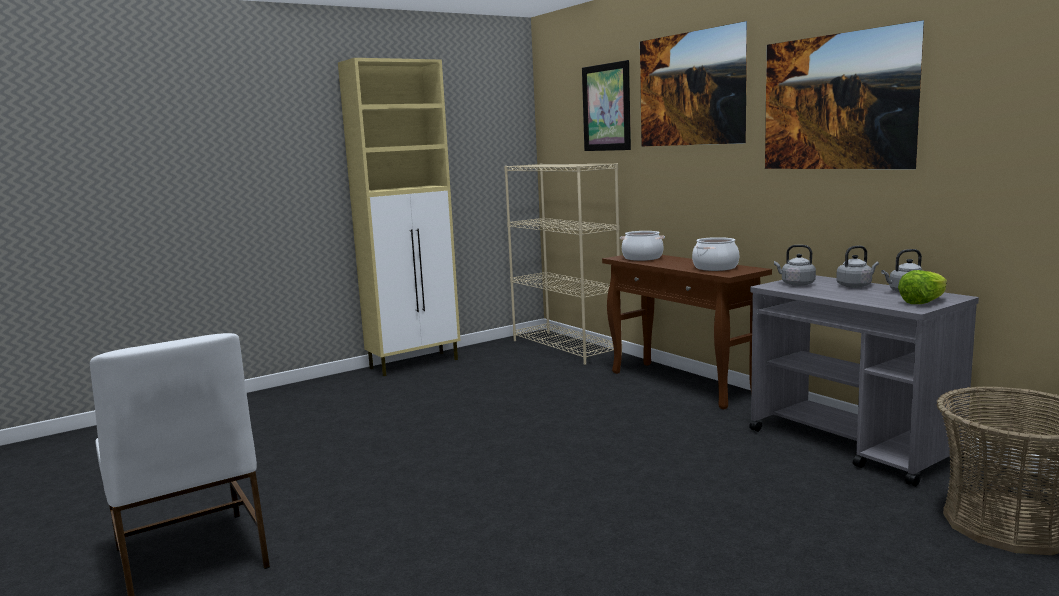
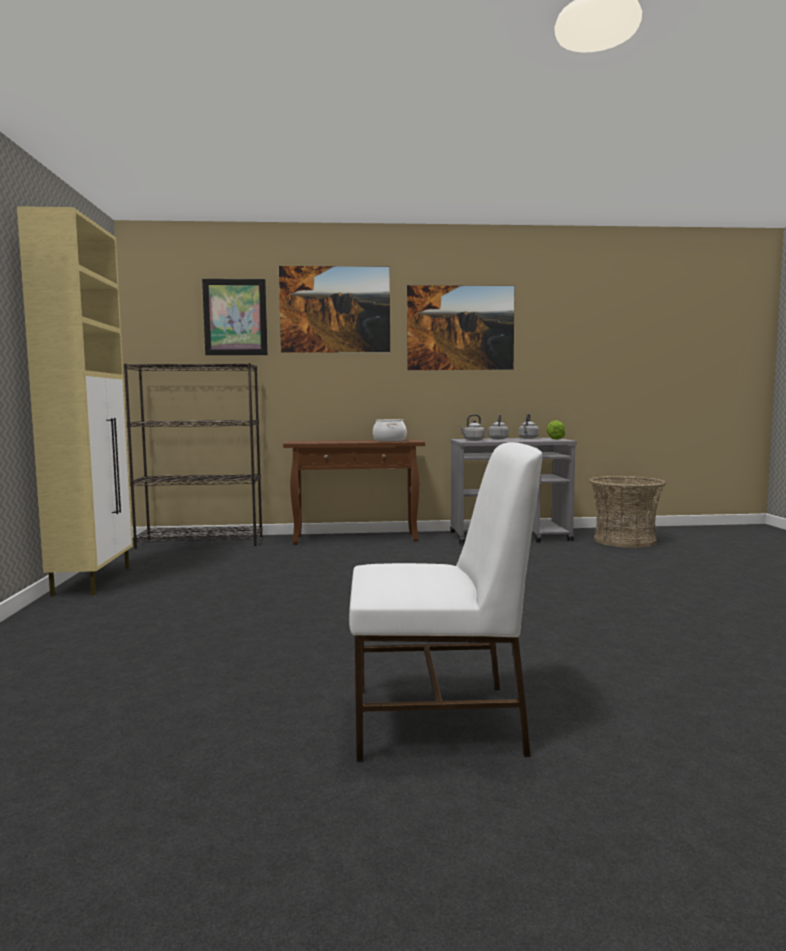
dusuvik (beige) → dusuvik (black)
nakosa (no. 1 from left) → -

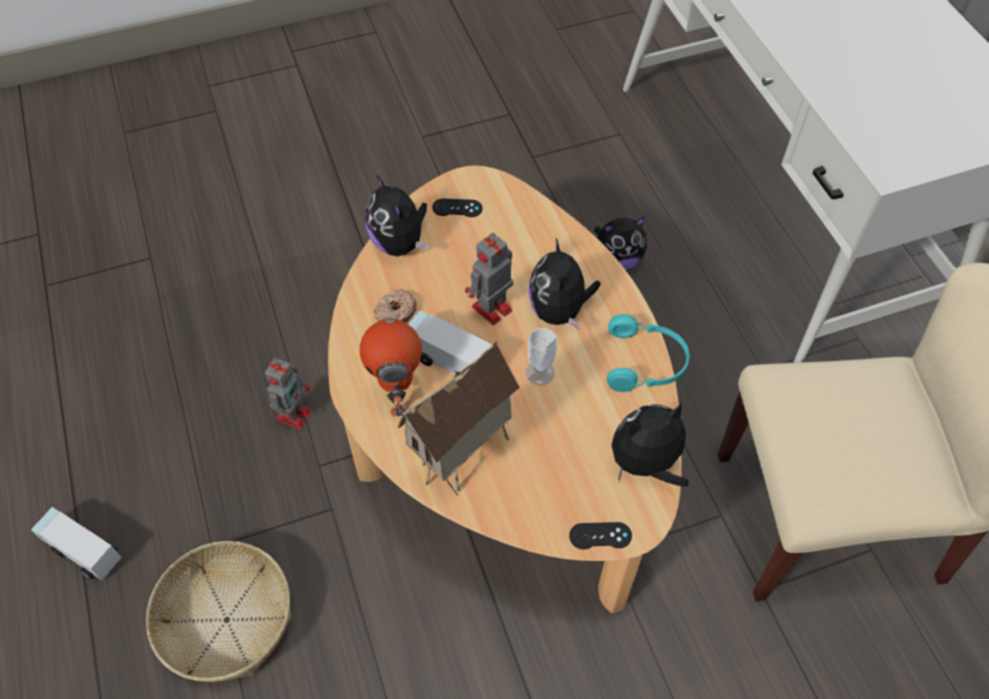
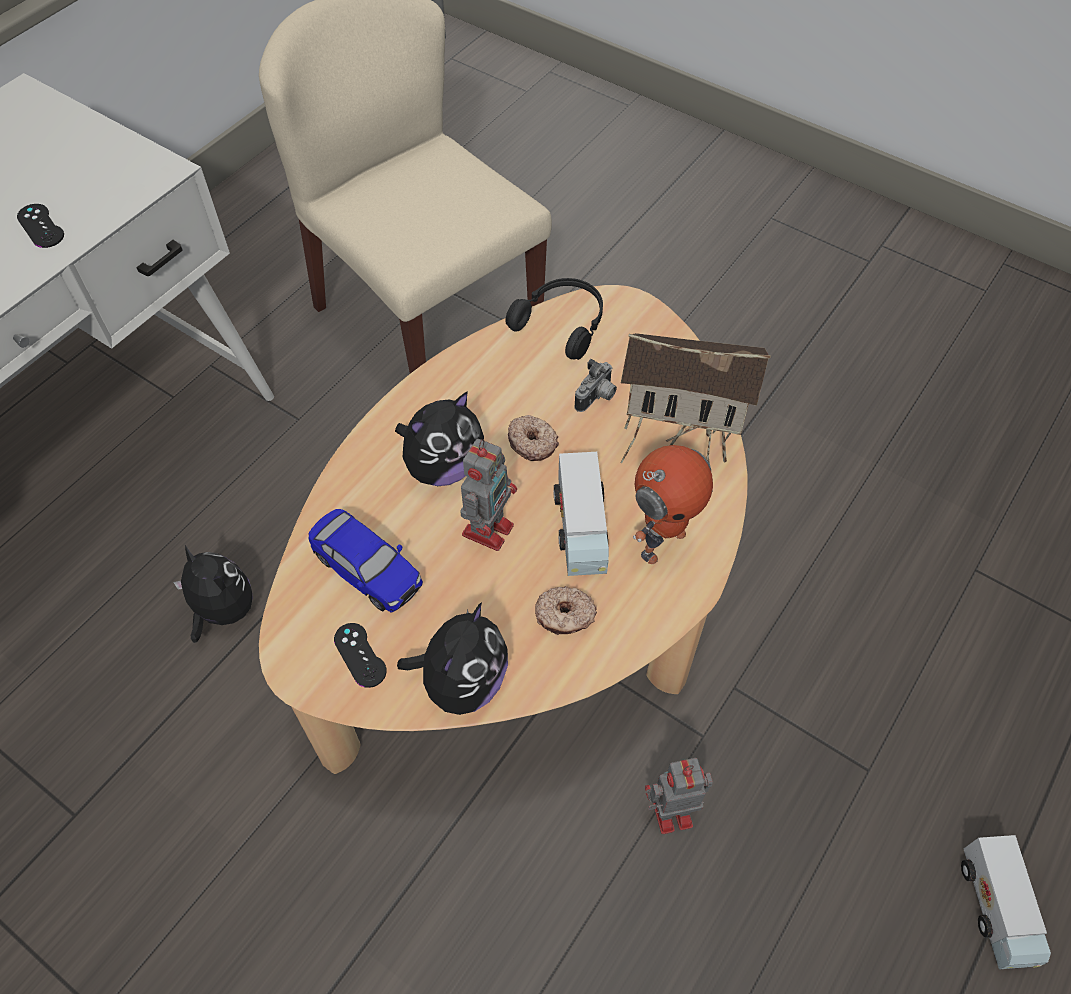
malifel → -
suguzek (no. 3 from left in the first image) → suguzek (no. 1 from left), 75 degrees counterclockwise
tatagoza → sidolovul (no. 1 from left)
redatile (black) (no. 2 from left in the first image) → redatile (black) (no. 1 from left), shifted
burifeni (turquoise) → -
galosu (no. 4 from left) → burifeni (black)
- → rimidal
- → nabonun

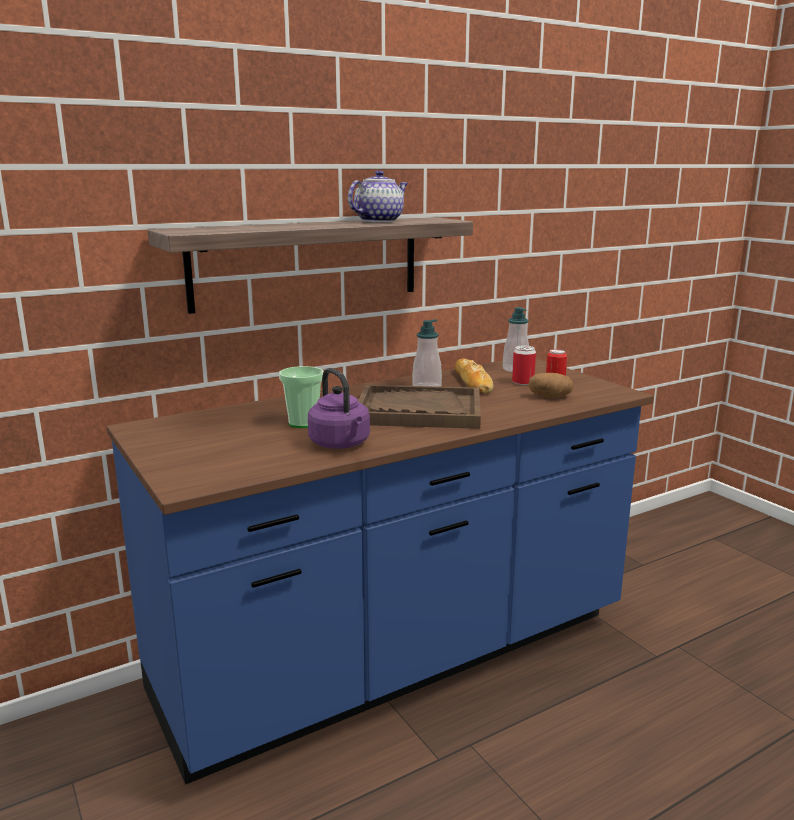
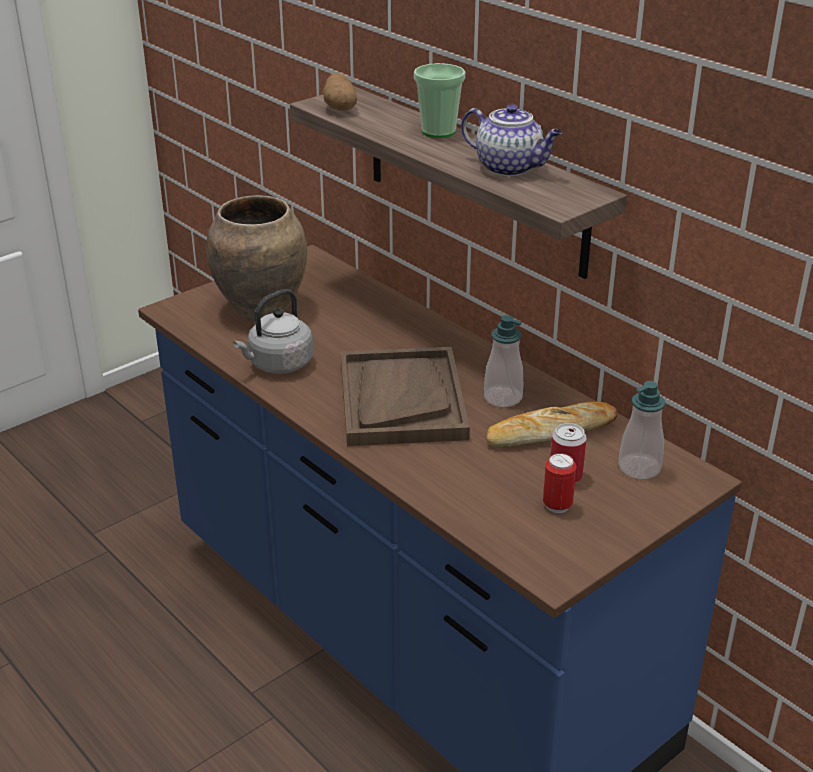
tatagoza, shifted
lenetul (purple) → lenetul (grey)
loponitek, shifted
- → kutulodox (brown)

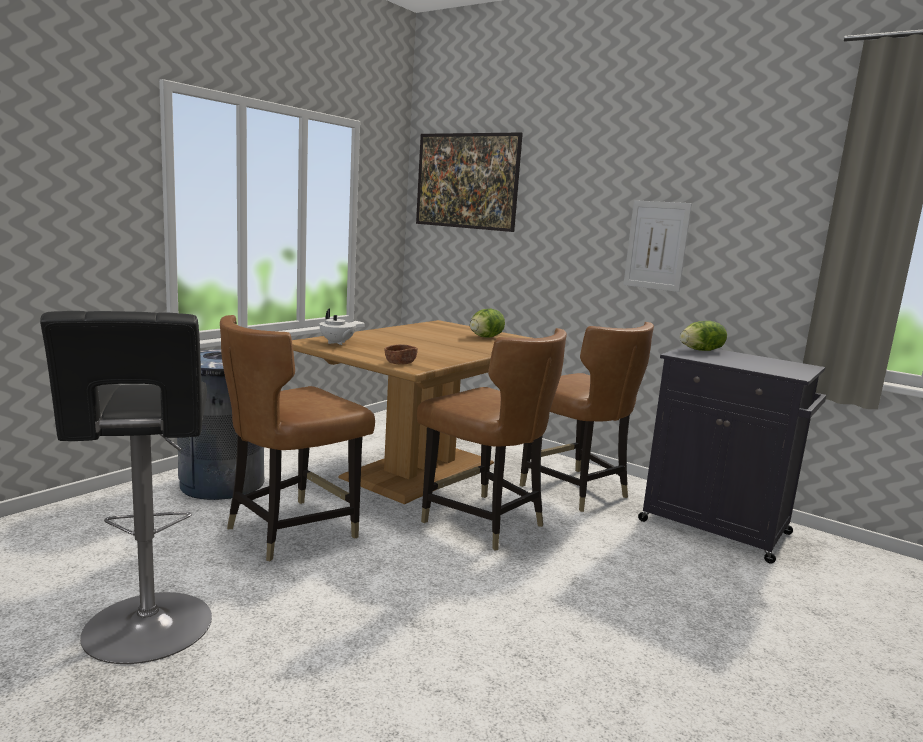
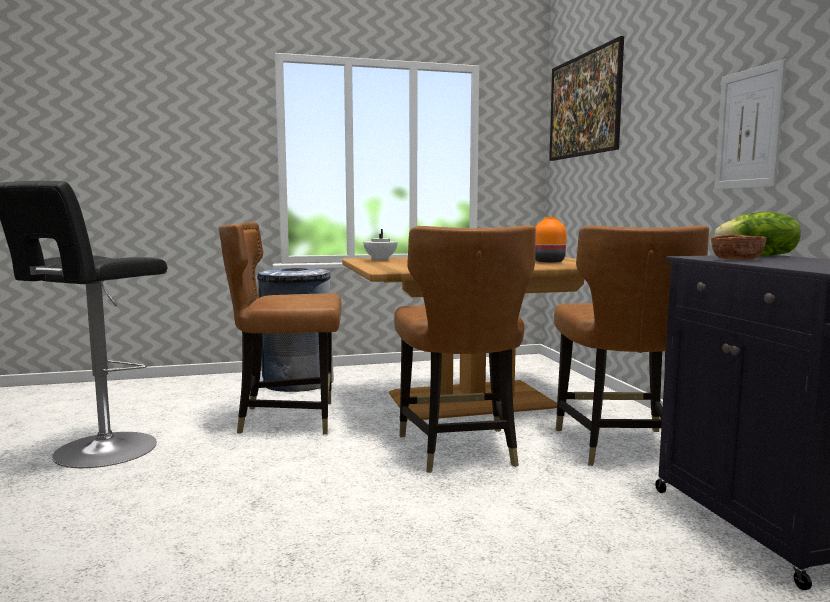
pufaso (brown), shifted
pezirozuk (no. 1 from left) → kutulodox (orange)

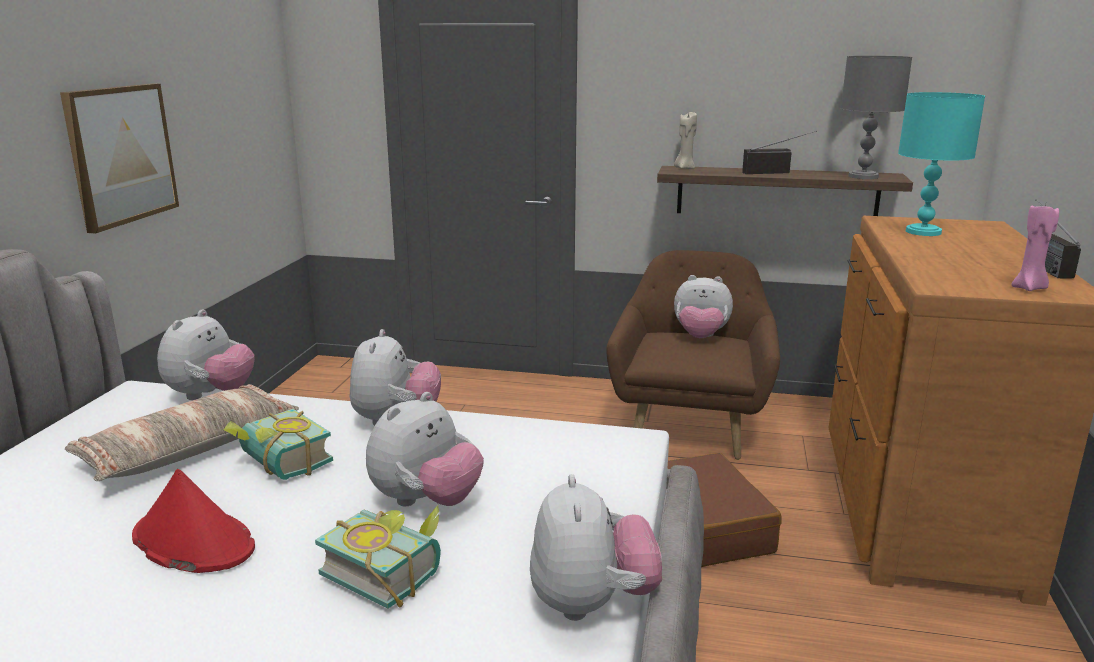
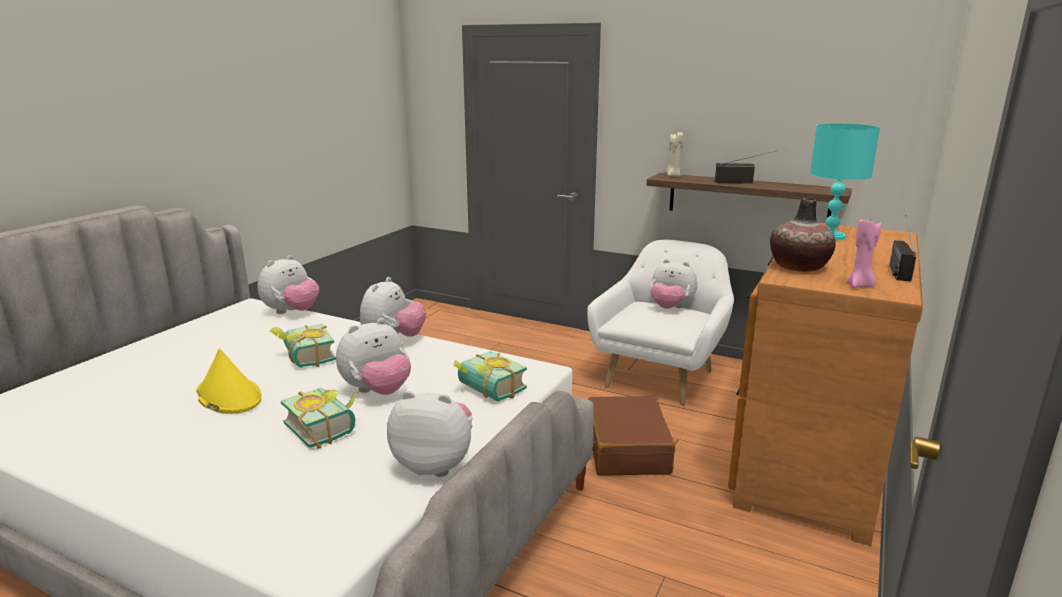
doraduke → -
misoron → -
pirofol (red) → pirofol (yellow)
galosu (no. 4 from left), 90 degrees counterclockwise
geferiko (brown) → geferiko (white)
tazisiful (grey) → -
- → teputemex (no. 3 from left)
- → kutulodox

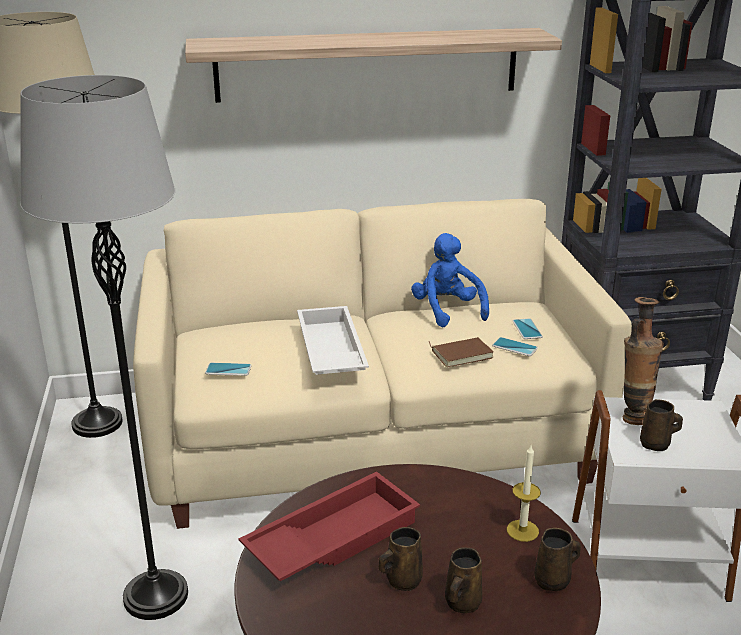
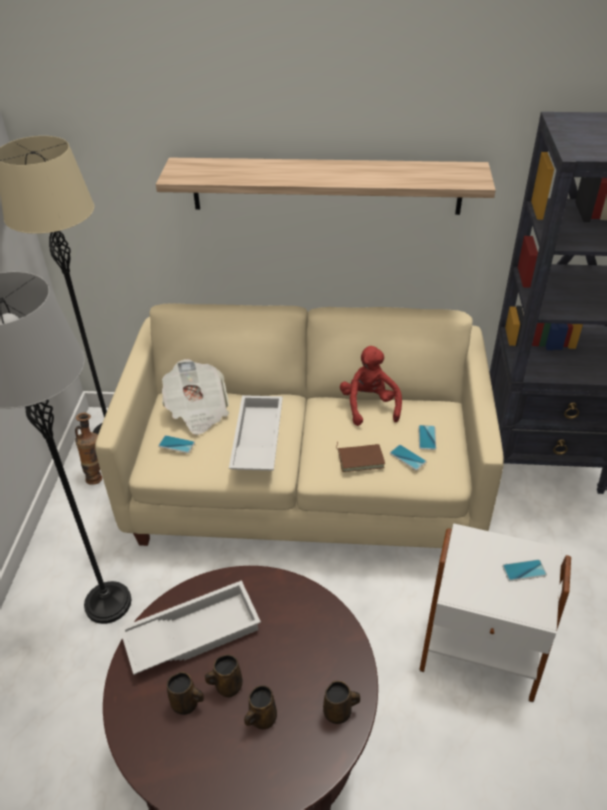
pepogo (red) → pepogo (white) (no. 1 from left)
galosu (blue) → galosu (red)
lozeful → -
kutulodox, shifted
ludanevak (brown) (no. 4 from left in the first image) → ludanevak (brown) (no. 1 from left), shifted
- → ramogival
- → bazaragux (no. 4 from left)

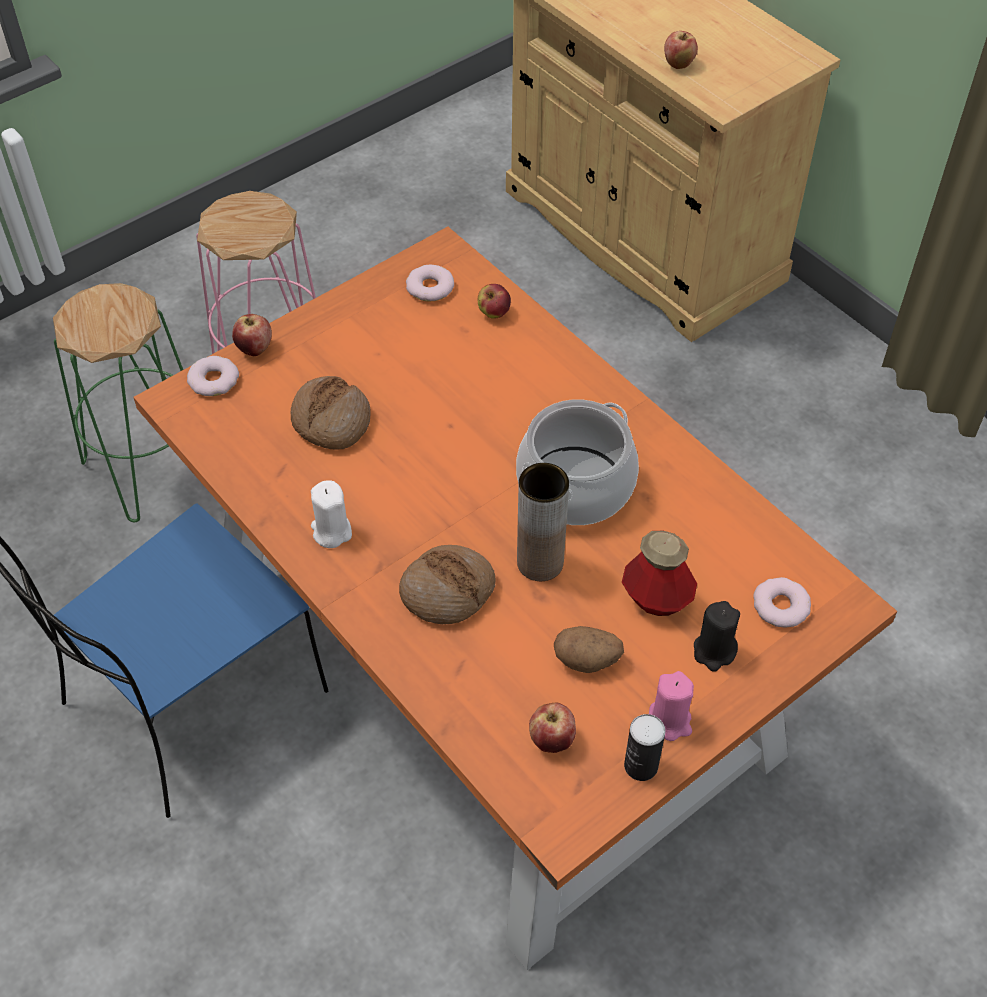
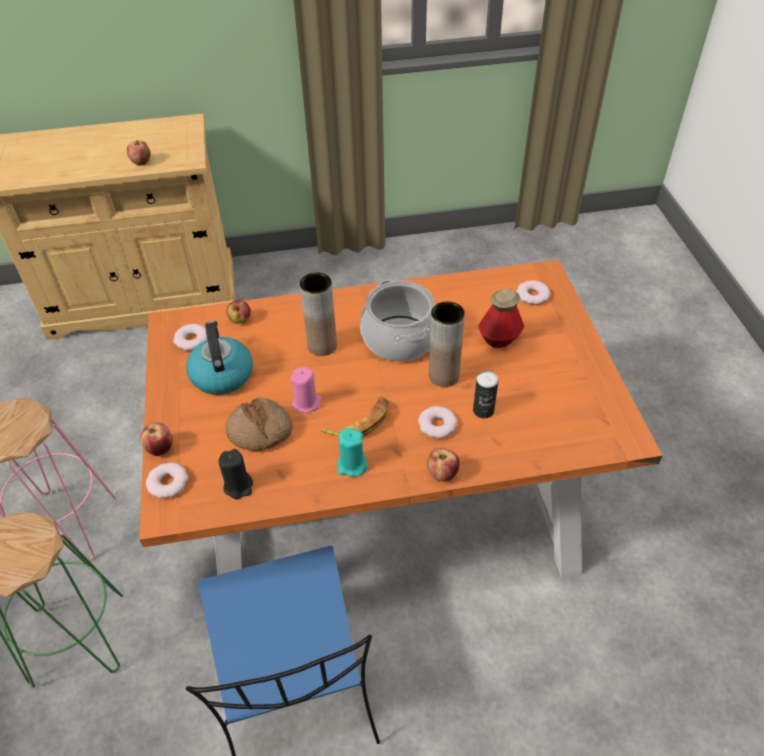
lozeful (white) → lozeful (turquoise)
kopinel (no. 2 from left) → sidolovul (no. 3 from left)
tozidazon (no. 3 from left in the first image) → tozidazon (no. 4 from left), shifted
loponitek → -
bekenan, shifted
lozeful (pink), shifted
lozeful (black), shifted
- → lenetul
- → kutulodox (brown) (no. 1 from left)
- → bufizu

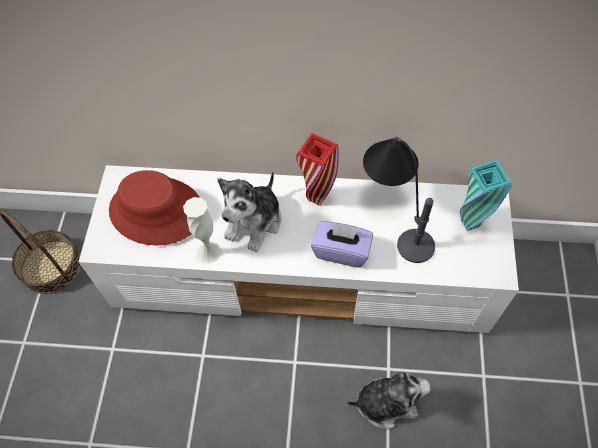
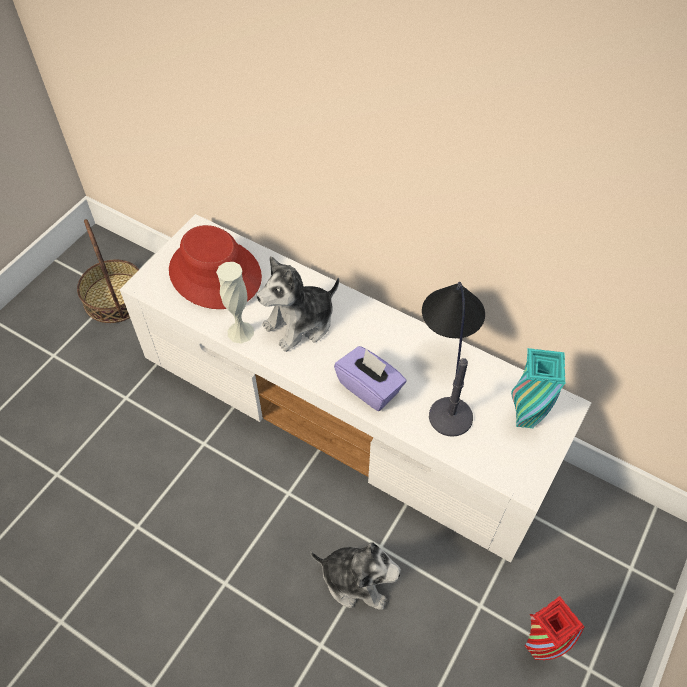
kutulodox (red), shifted

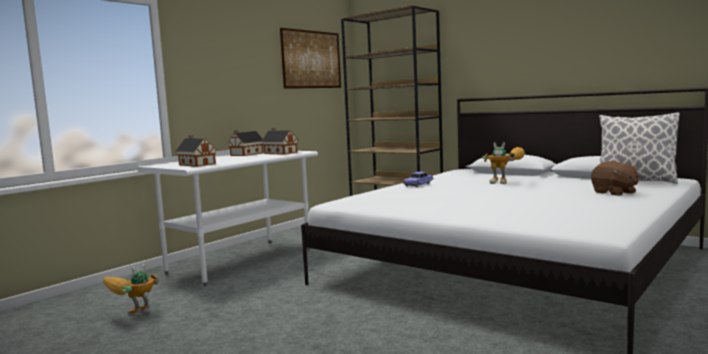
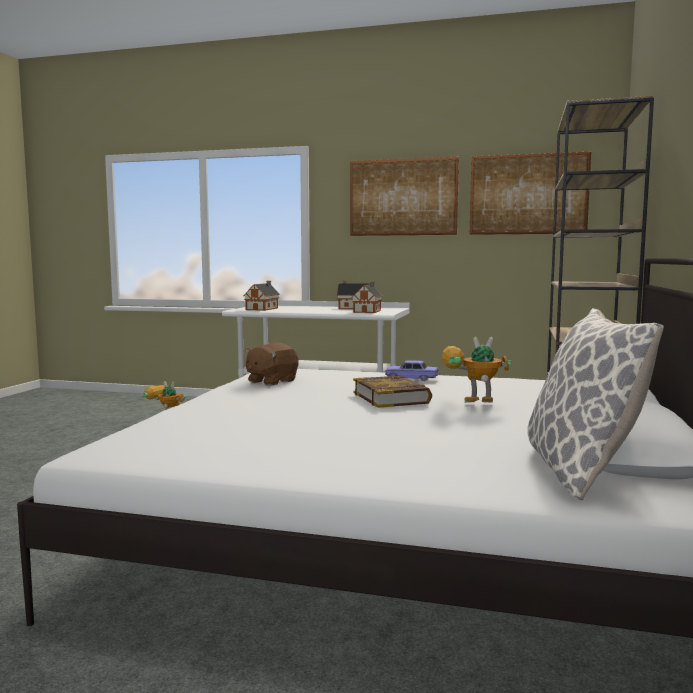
suguzek (no. 2 from left), 90 degrees clockwise
galosu (brown), shifted
- → doraduke (no. 1 from left)
- → teputemex

